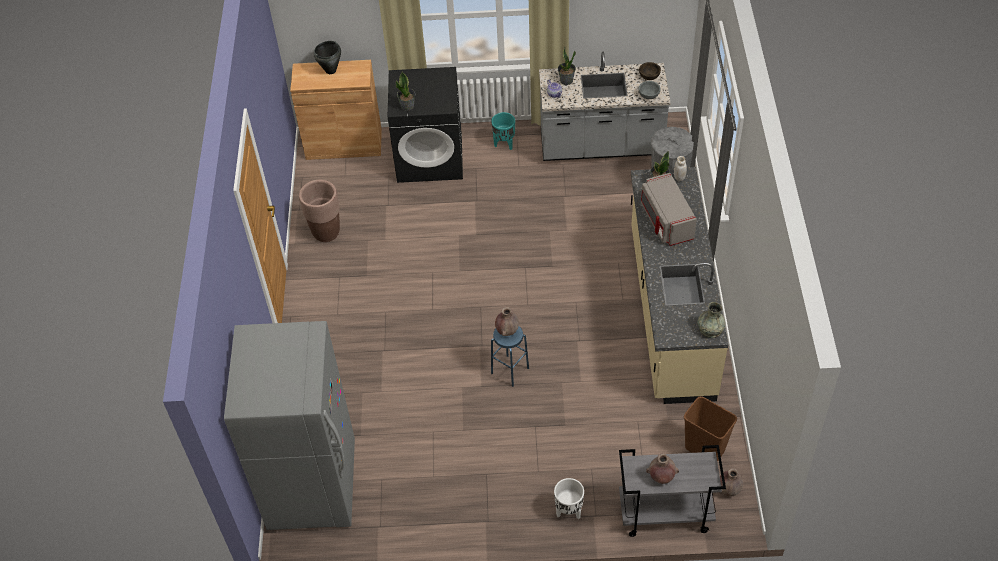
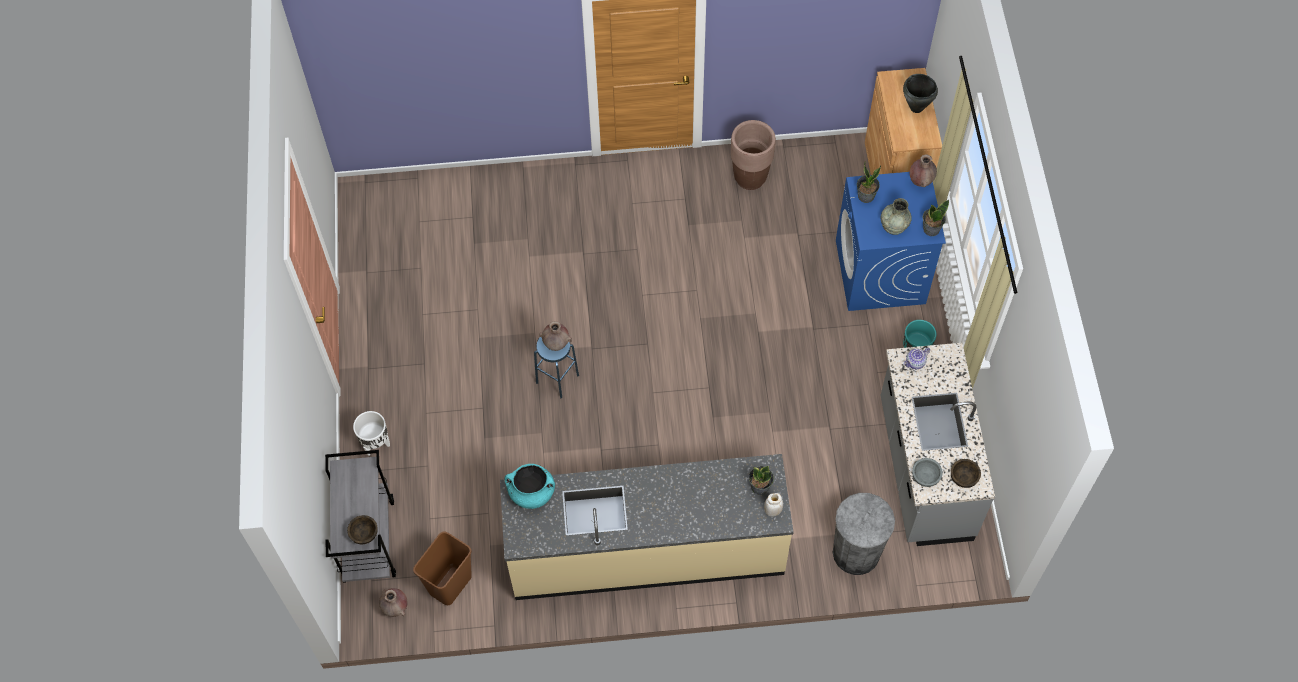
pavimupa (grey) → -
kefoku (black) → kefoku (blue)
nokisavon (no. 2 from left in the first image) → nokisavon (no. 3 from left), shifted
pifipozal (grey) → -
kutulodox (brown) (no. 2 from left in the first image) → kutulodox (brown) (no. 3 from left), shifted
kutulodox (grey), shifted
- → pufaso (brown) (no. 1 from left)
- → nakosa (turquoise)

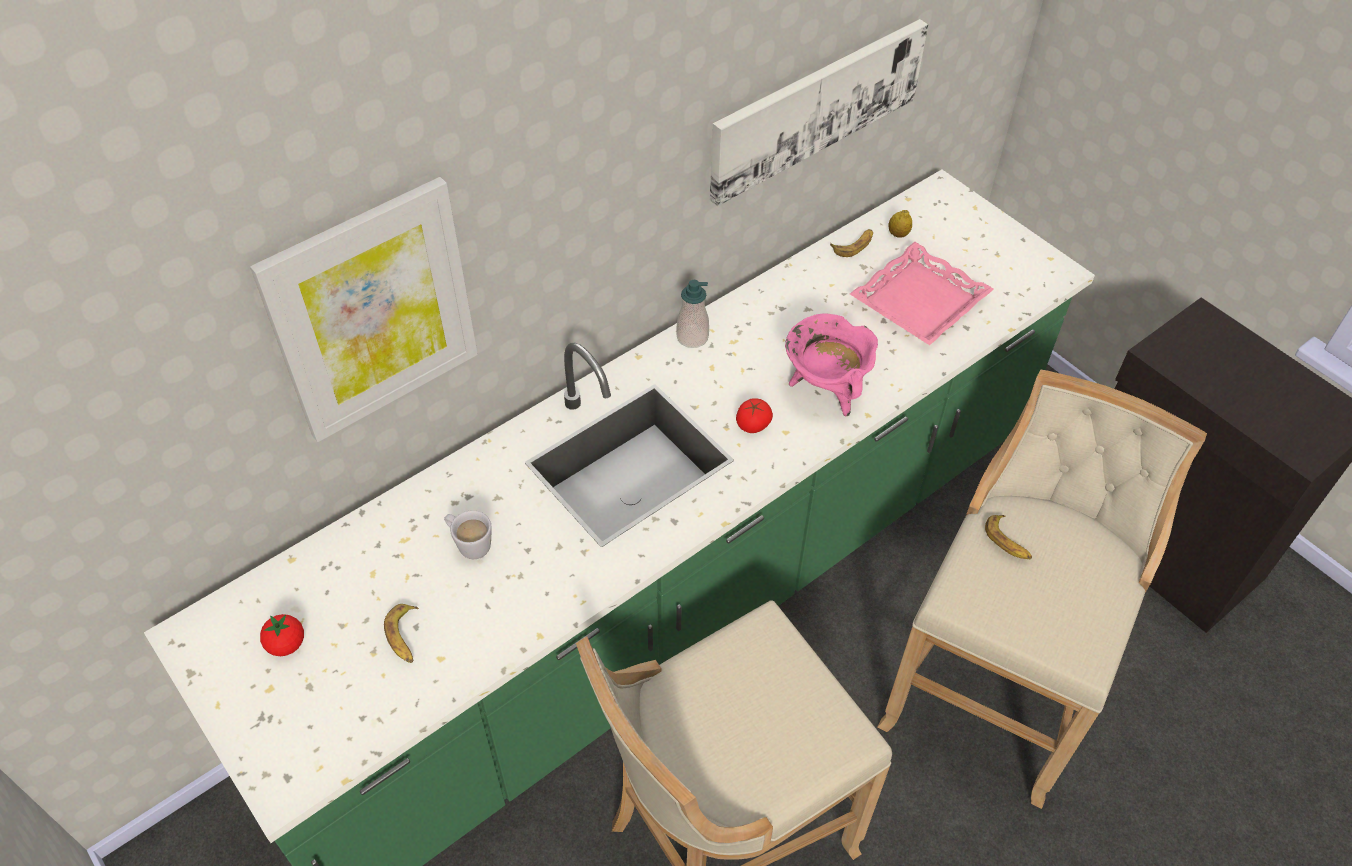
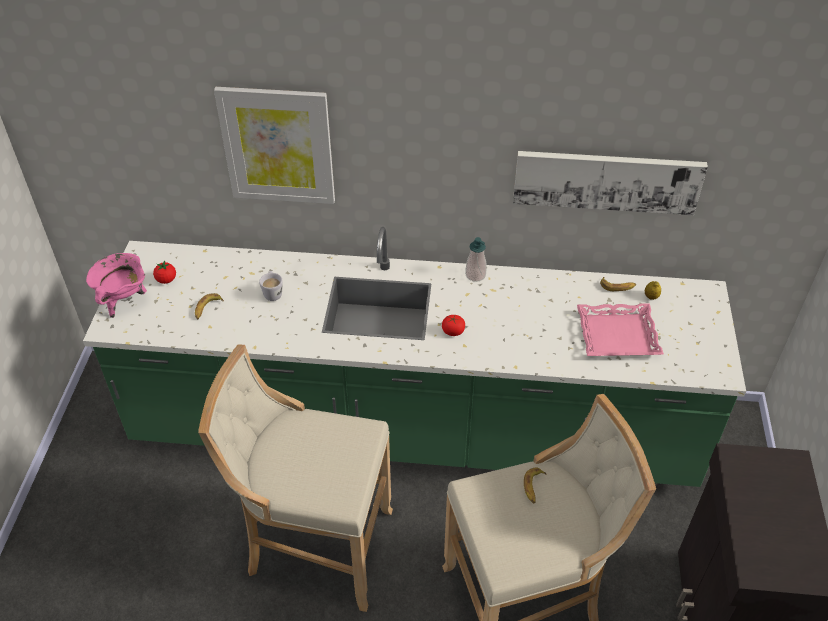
nakosa (pink), shifted

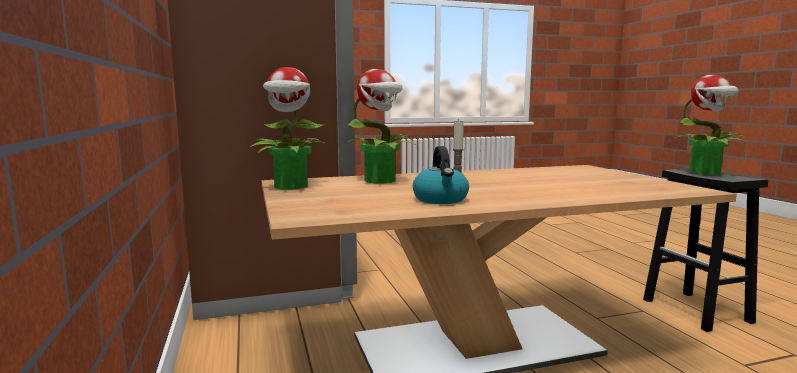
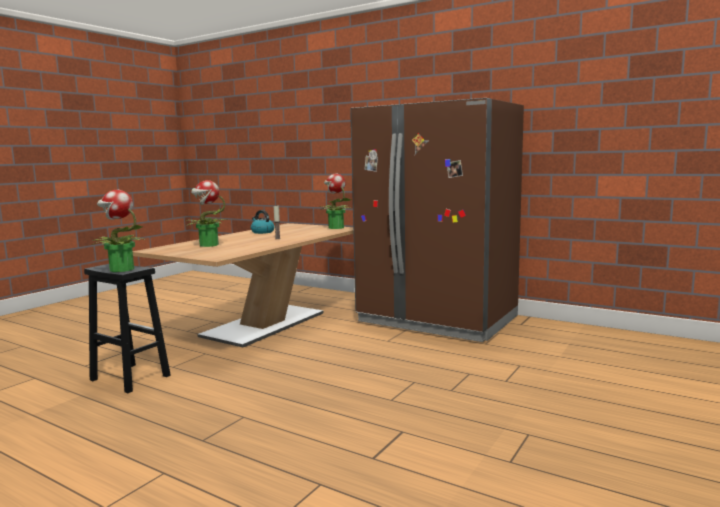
nokisavon (no. 2 from left), shifted

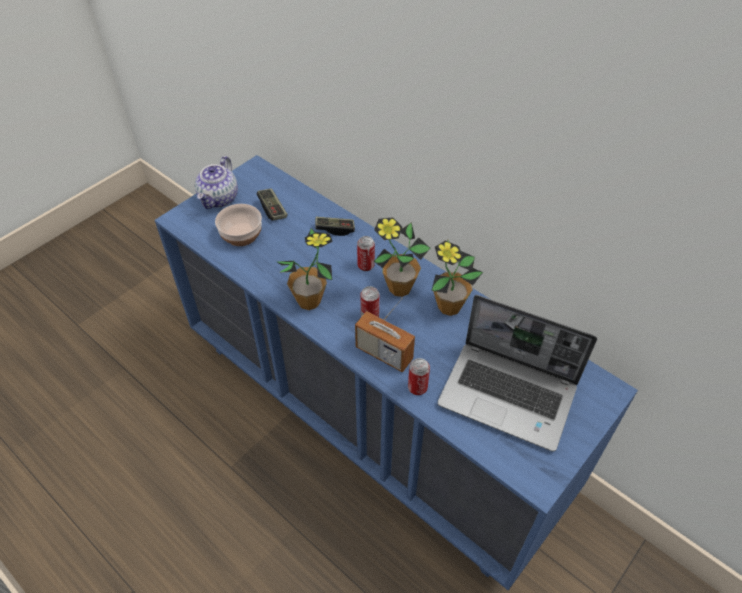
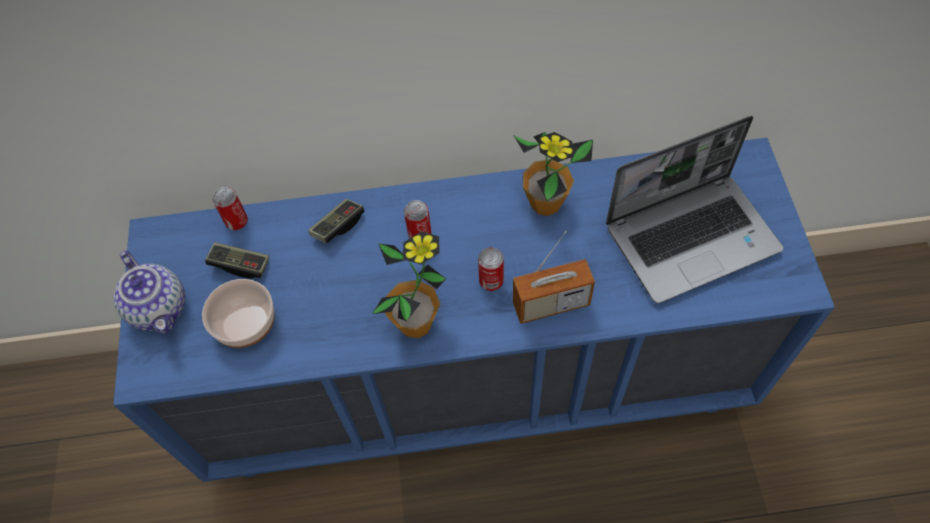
nokisavon (no. 2 from left) → -
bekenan (no. 3 from left in the first image) → bekenan (no. 1 from left), shifted

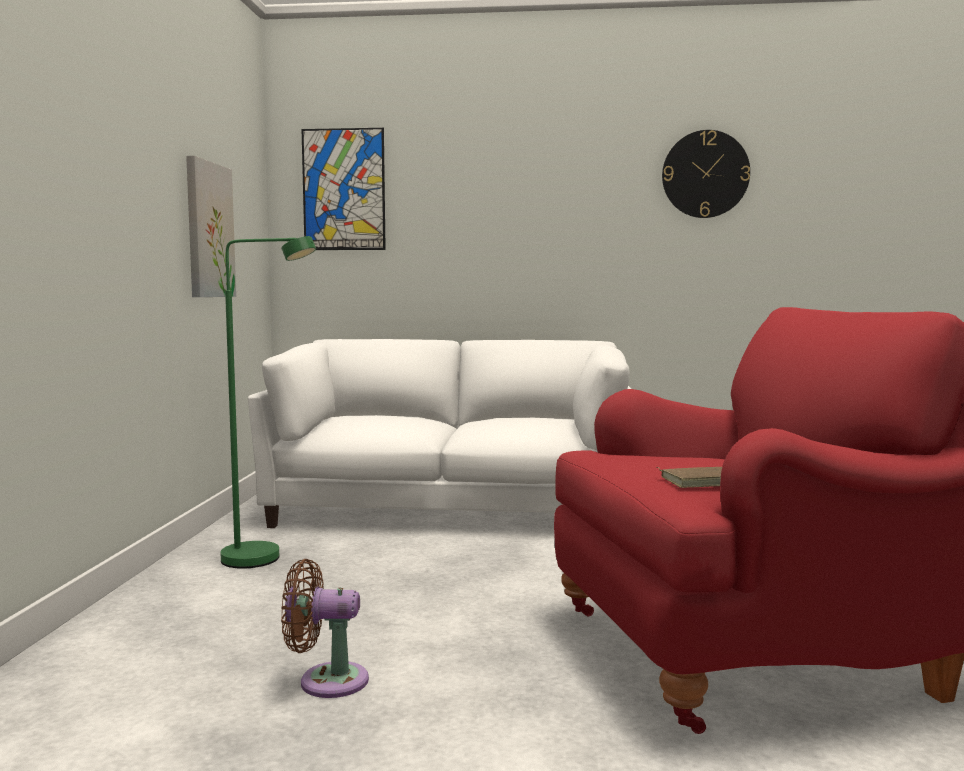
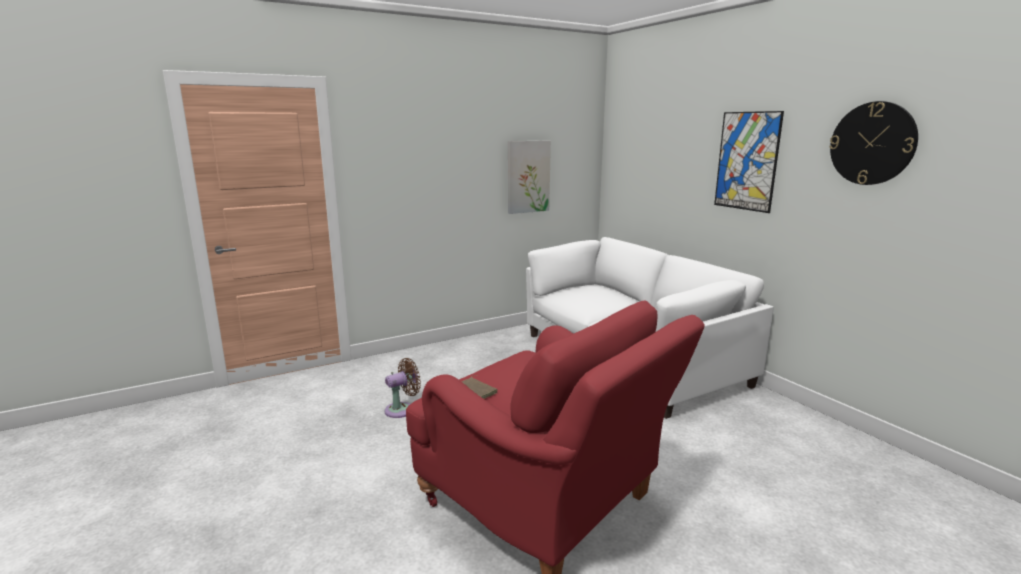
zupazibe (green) → -
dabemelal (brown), 90 degrees clockwise
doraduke (no. 2 from left), shifted

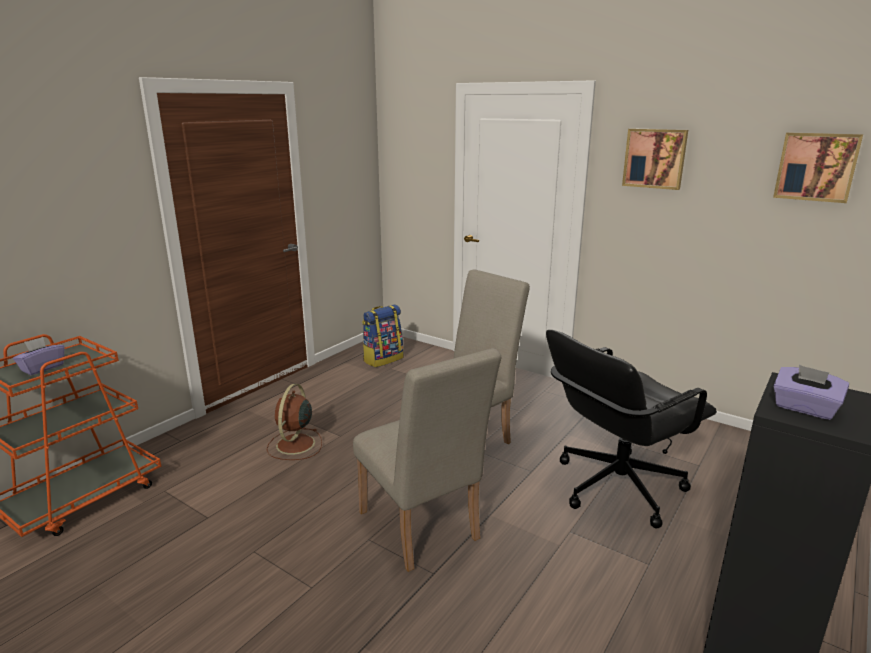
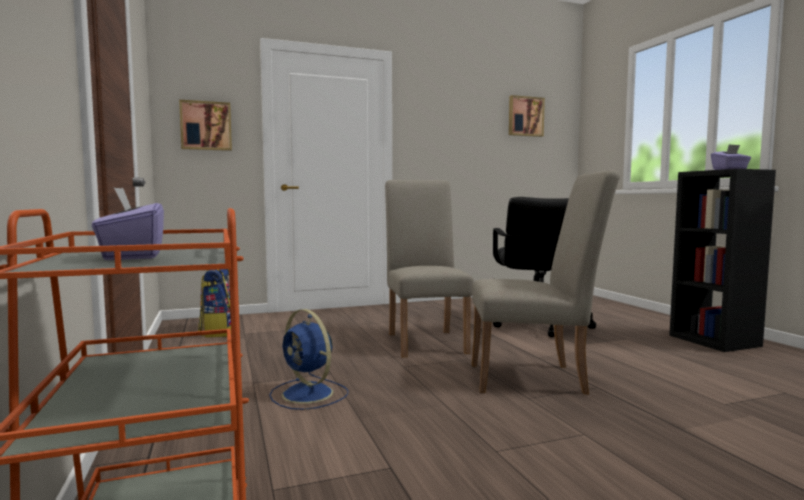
dabemelal (brown) → dabemelal (blue)
doraduke (no. 1 from left), shifted

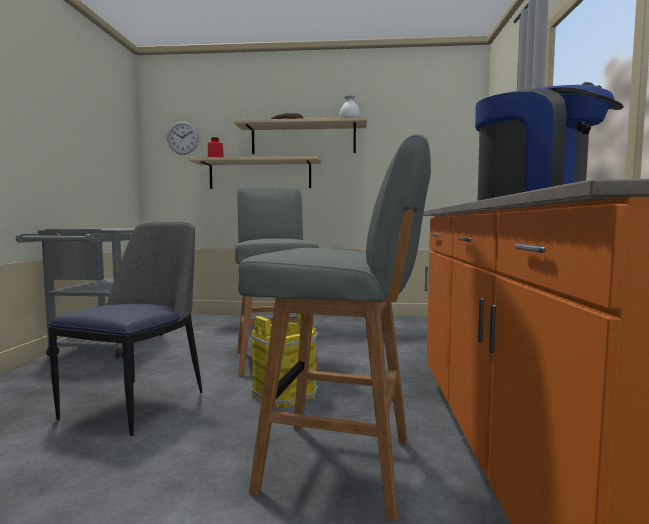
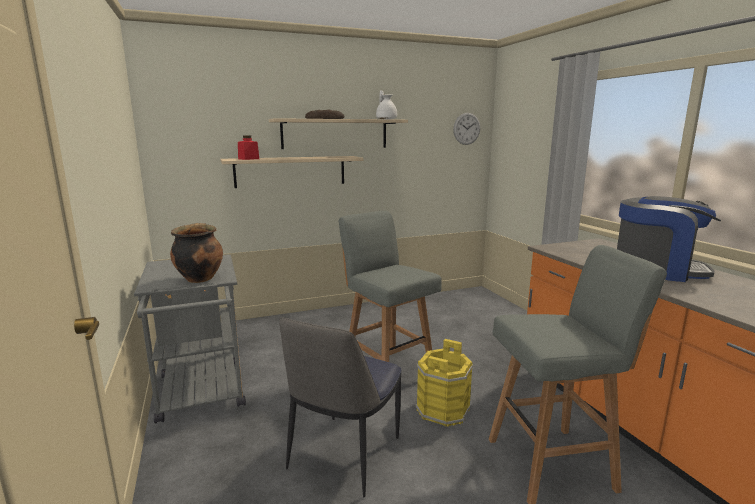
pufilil, 150 degrees counterclockwise
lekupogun, shifted
- → nakosa

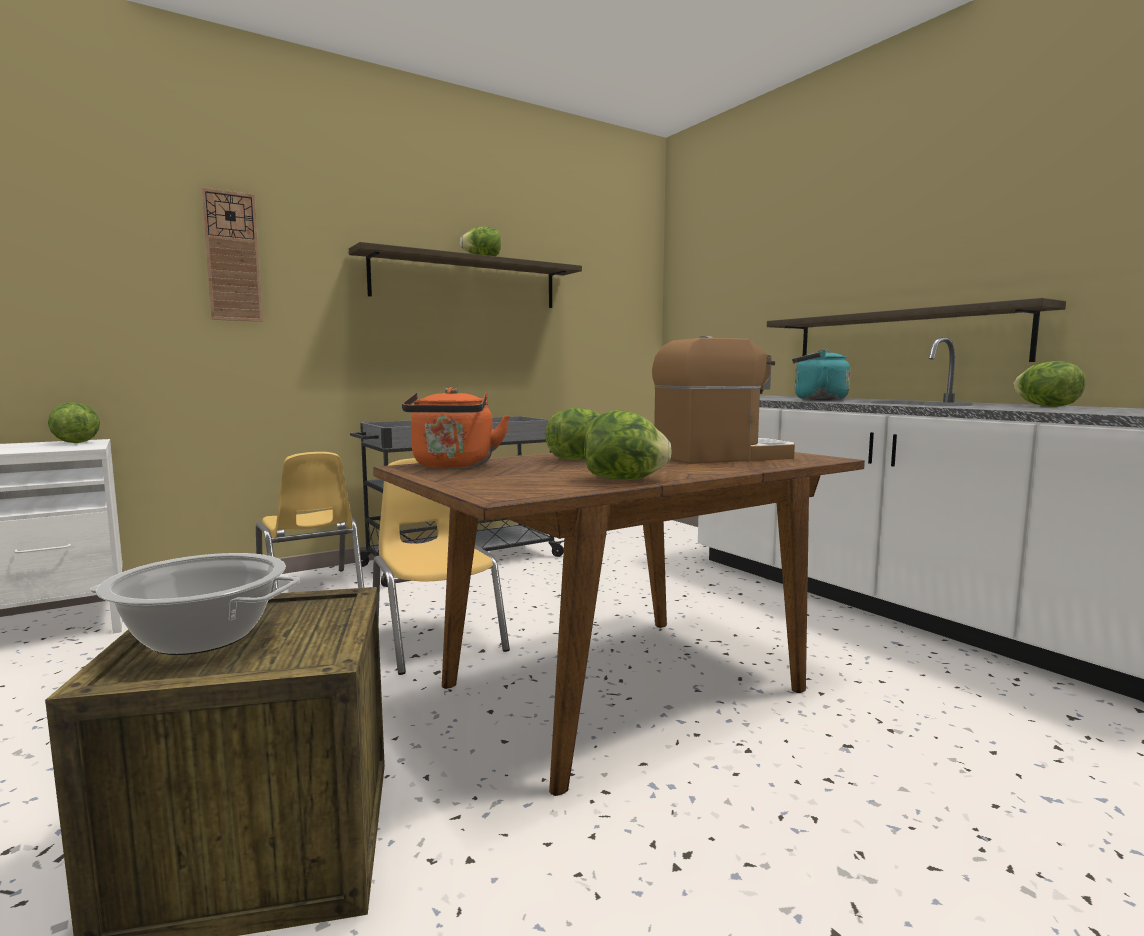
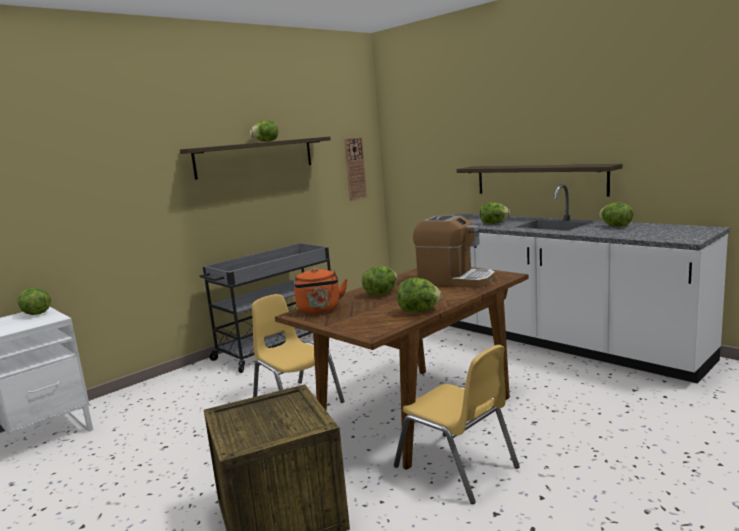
nakosa → -
lekupogun, shifted
pufilil (yellow) (no. 1 from left in the first image) → pufilil (yellow) (no. 2 from left), shifted
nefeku, 60 degrees clockwise
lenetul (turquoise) → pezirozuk (no. 5 from left)

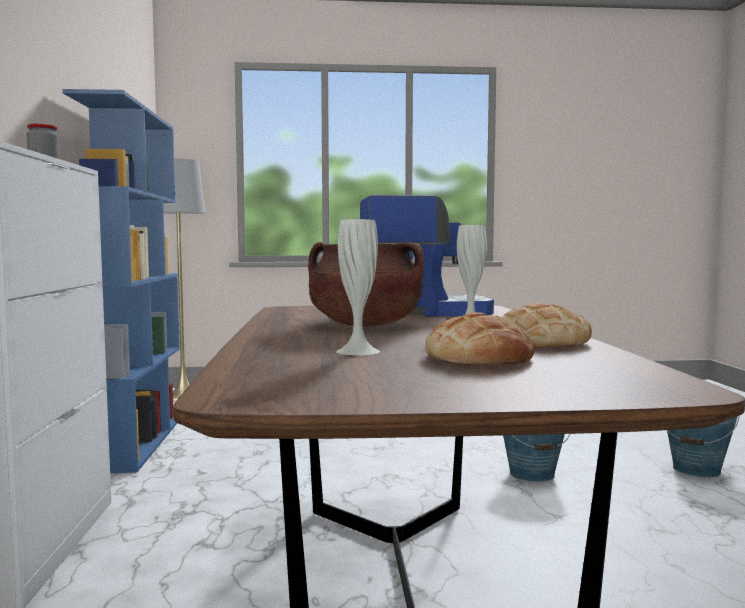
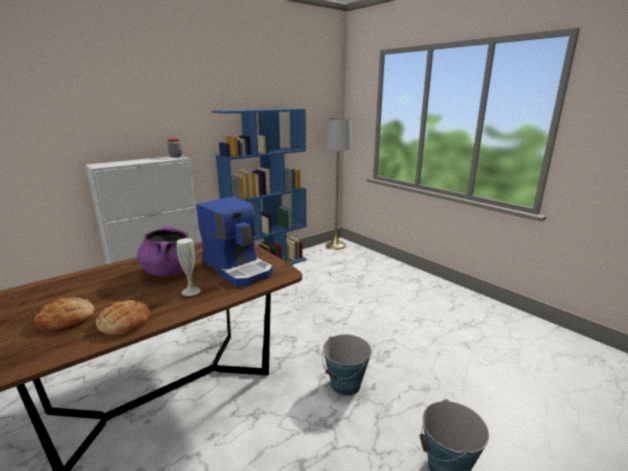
nakosa (brown) → nakosa (purple)
kutulodox (white) (no. 1 from left) → -

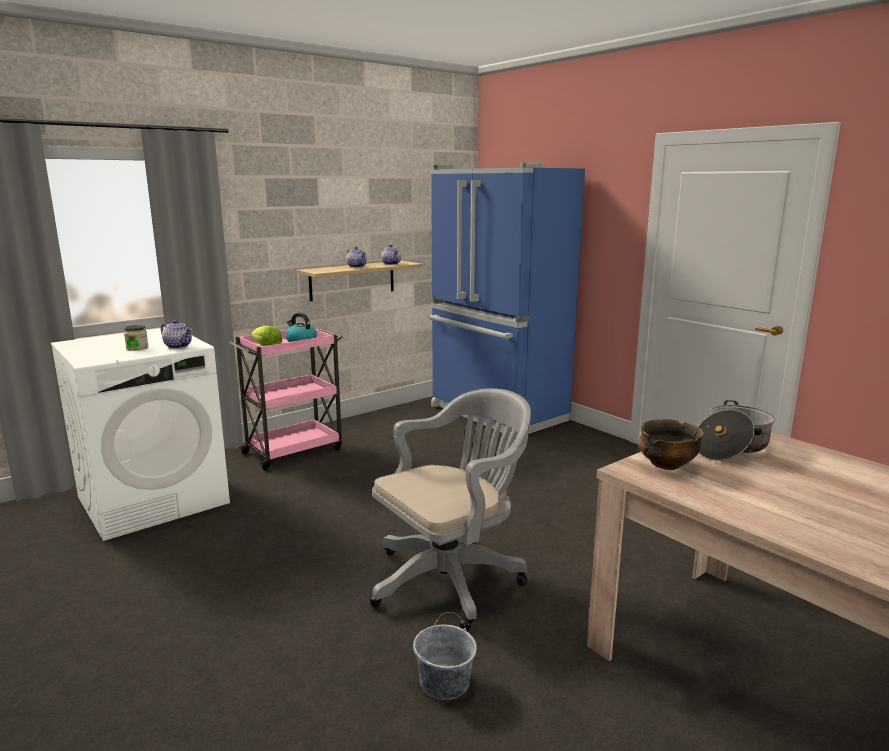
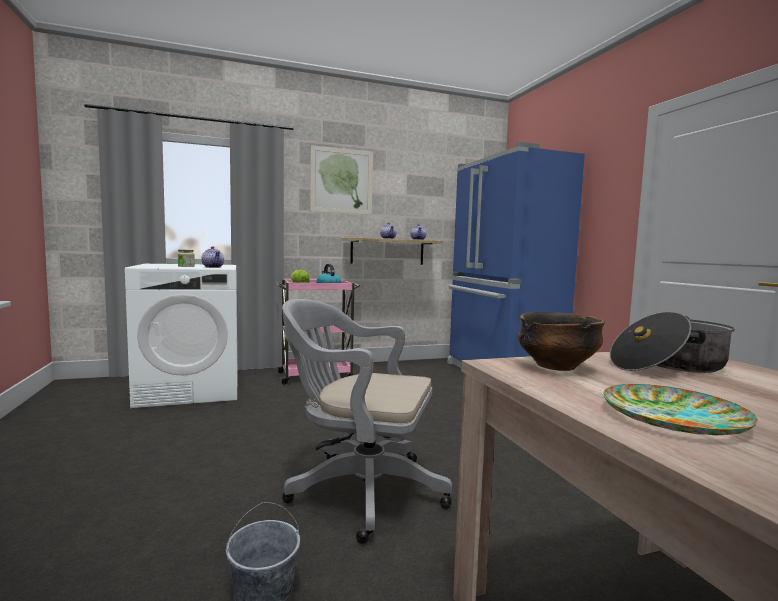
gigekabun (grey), 150 degrees counterclockwise
- → doraduke
- → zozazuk

